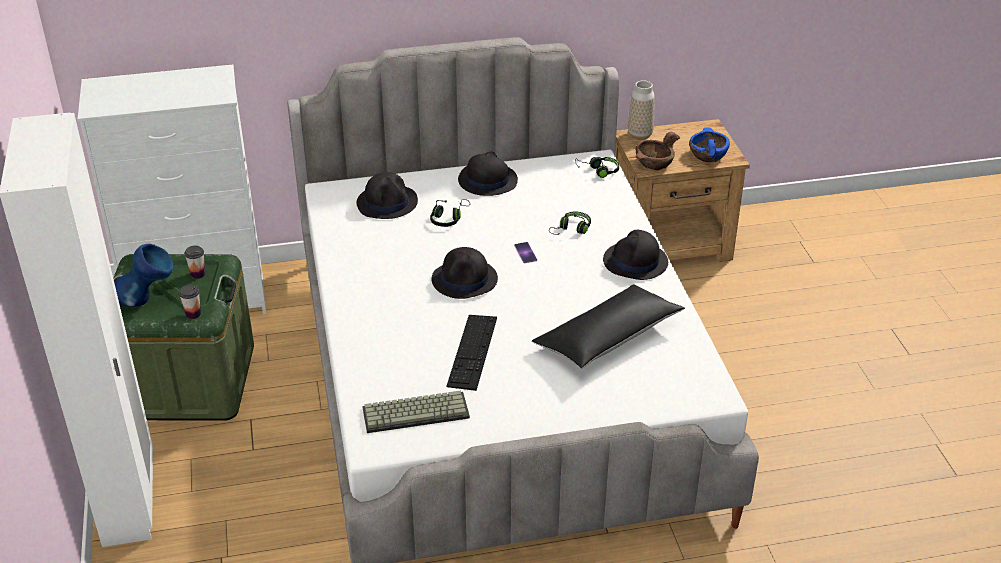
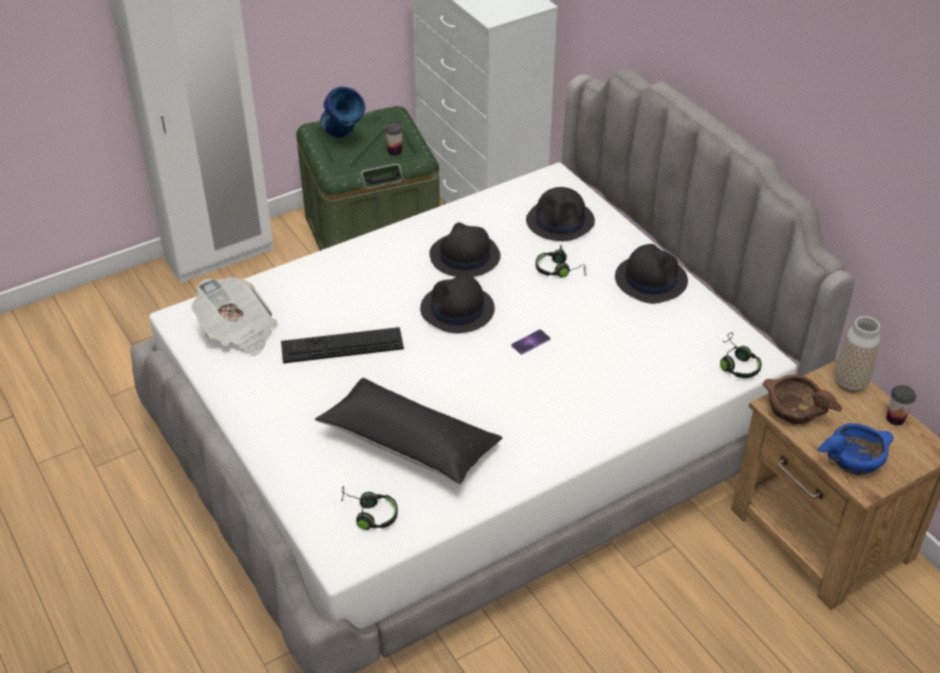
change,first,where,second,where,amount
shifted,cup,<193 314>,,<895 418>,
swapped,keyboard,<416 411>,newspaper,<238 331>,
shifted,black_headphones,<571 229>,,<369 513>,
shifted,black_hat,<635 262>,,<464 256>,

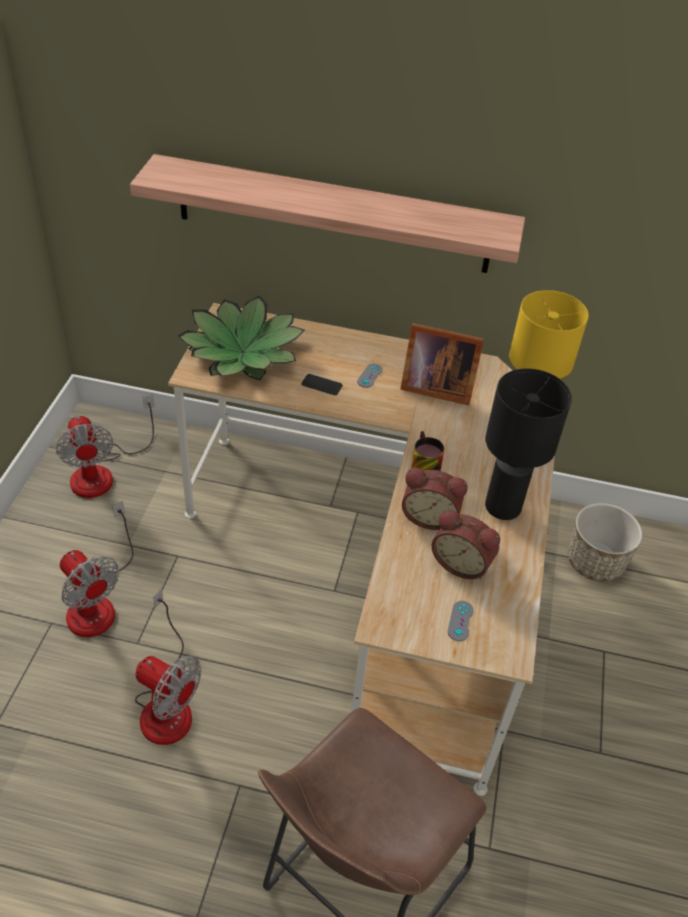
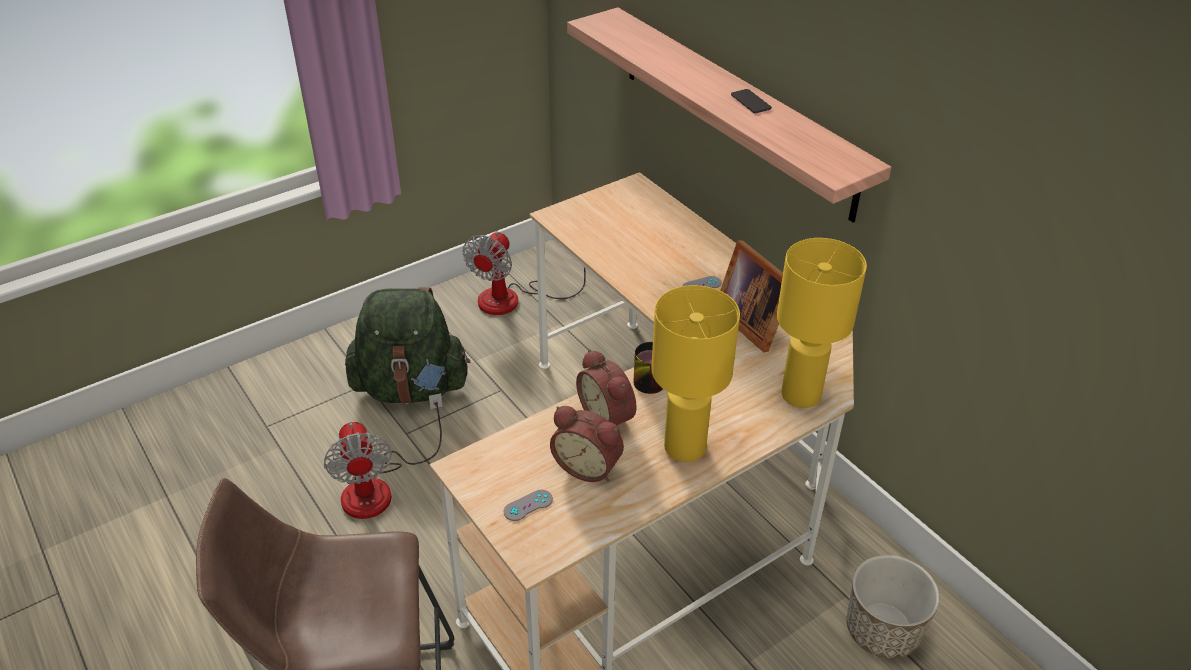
change,first,where,second,where,amount
swapped,fan,<97 601>,green_backpack,<411 388>,
gone,potted_plant,<242 352>,,,
shifted,phone,<321 385>,,<750 102>,
rotated,alarm_clock,<462 563>,,<588 466>,45 degrees counterclockwise
repainted,black_table_lamp,<502 506>,yellow_table_lamp,<685 446>,

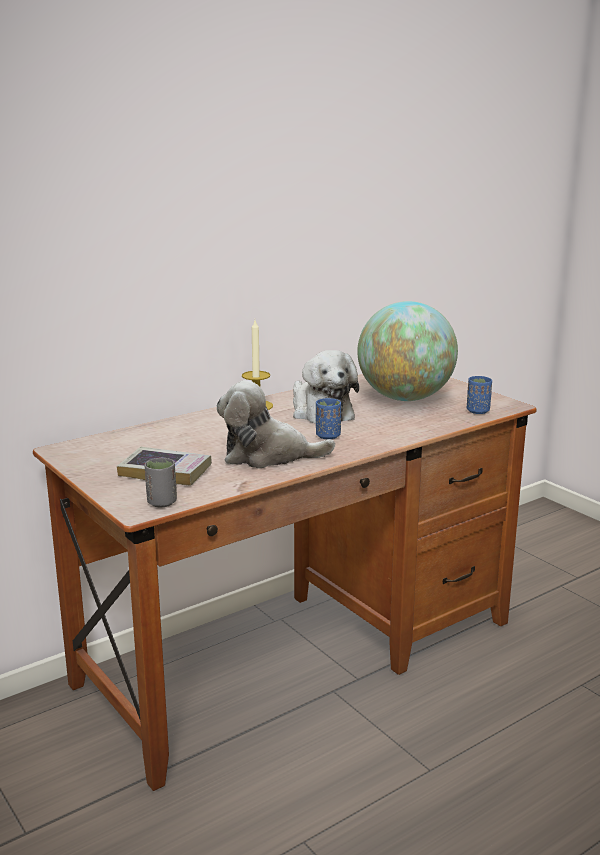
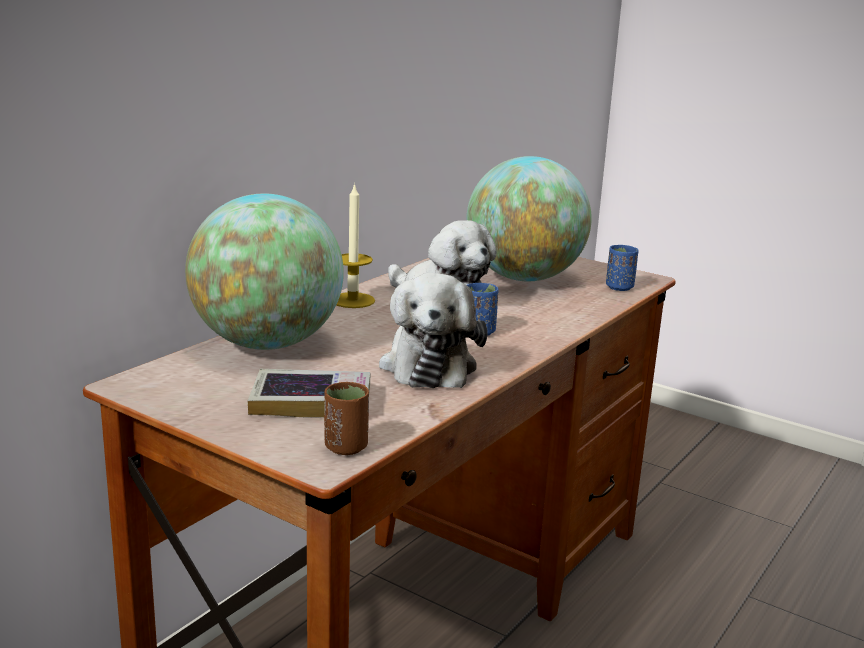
change,first,where,second,where,amount
repainted,grey_cup,<162 502>,brown_cup,<346 447>,
rotated,plush_toy,<268 456>,,<428 365>,75 degrees counterclockwise
new,,,globe,<266 344>,

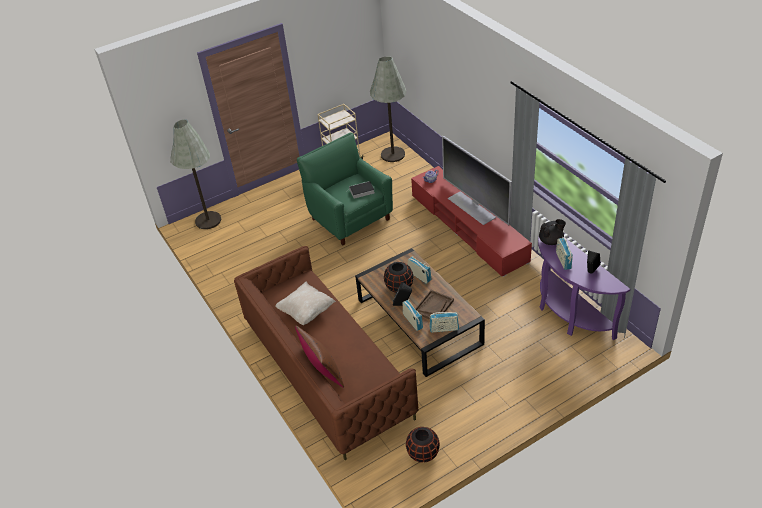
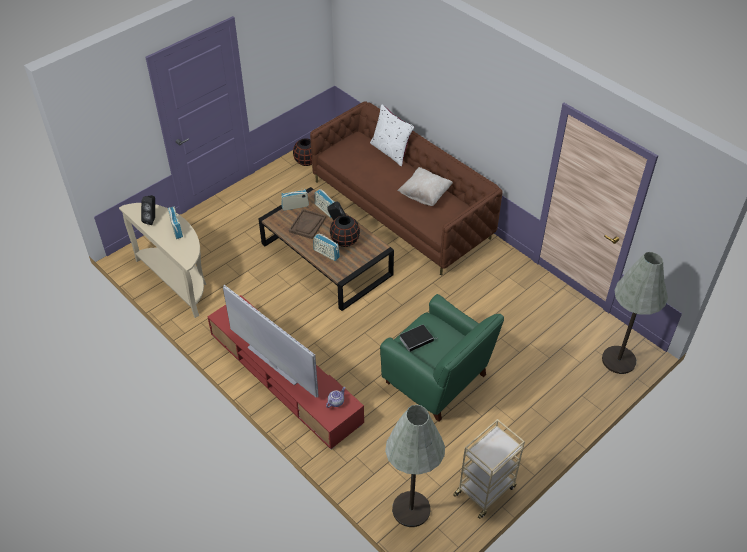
change,first,where,second,where,amount
repainted,brown_pillow,<322 372>,white_pillow,<391 151>,
repainted,purple_console_table,<568 313>,beige_console_table,<177 281>,
gone,black_teapot,<551 241>,,,

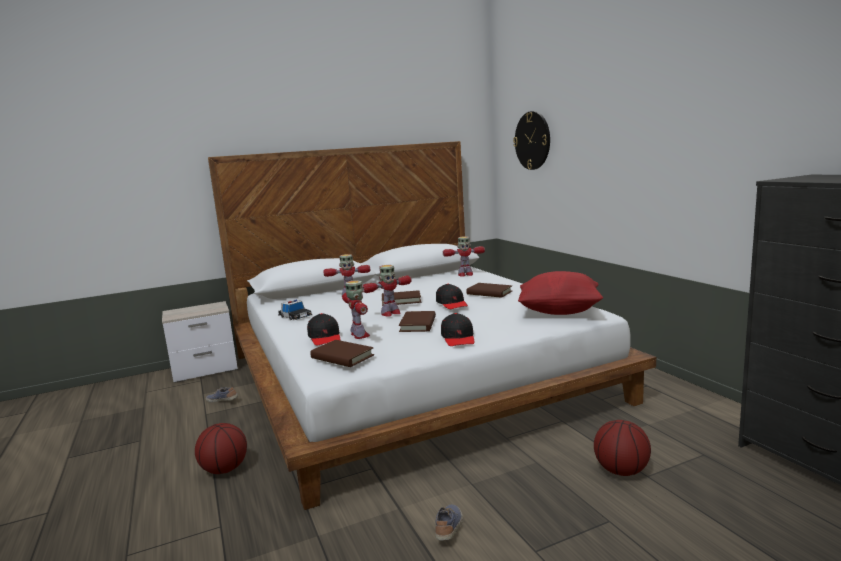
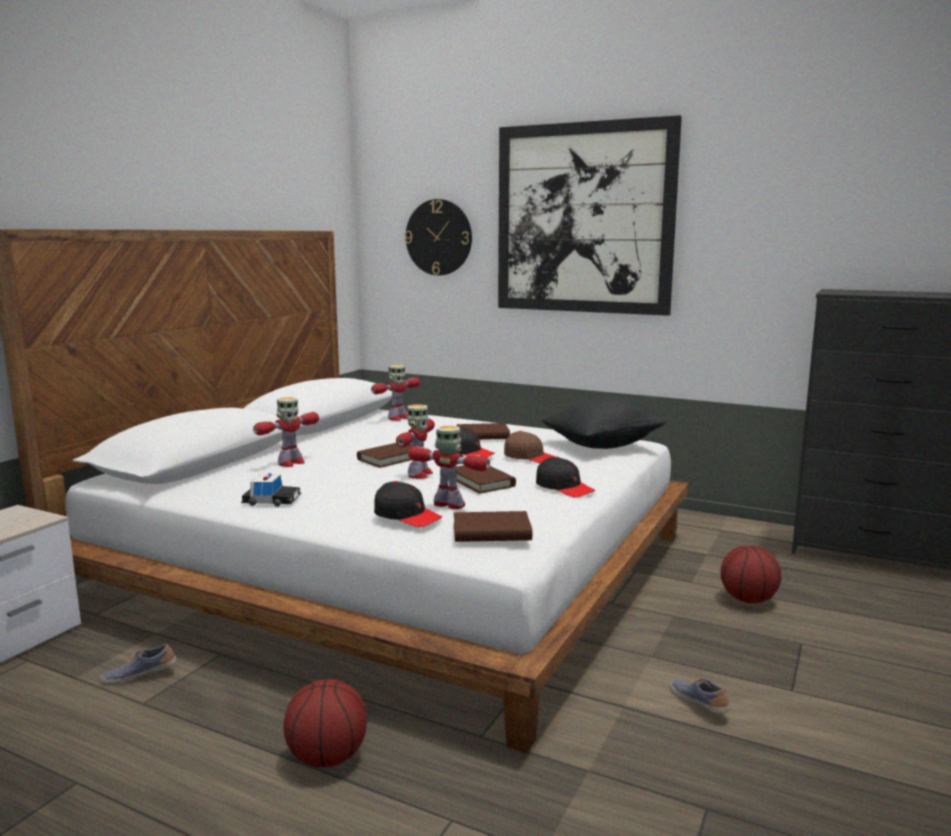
change,first,where,second,where,amount
repainted,red_pillow,<559 311>,black_pillow,<602 445>,
new,,,picture,<584 219>,
new,,,brown_cap,<530 457>,

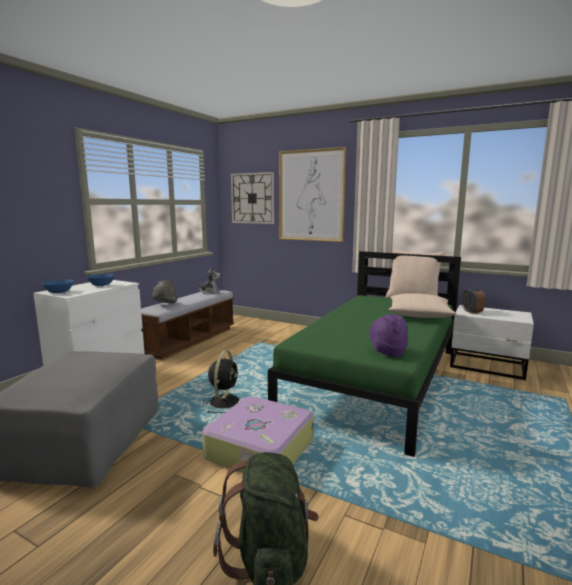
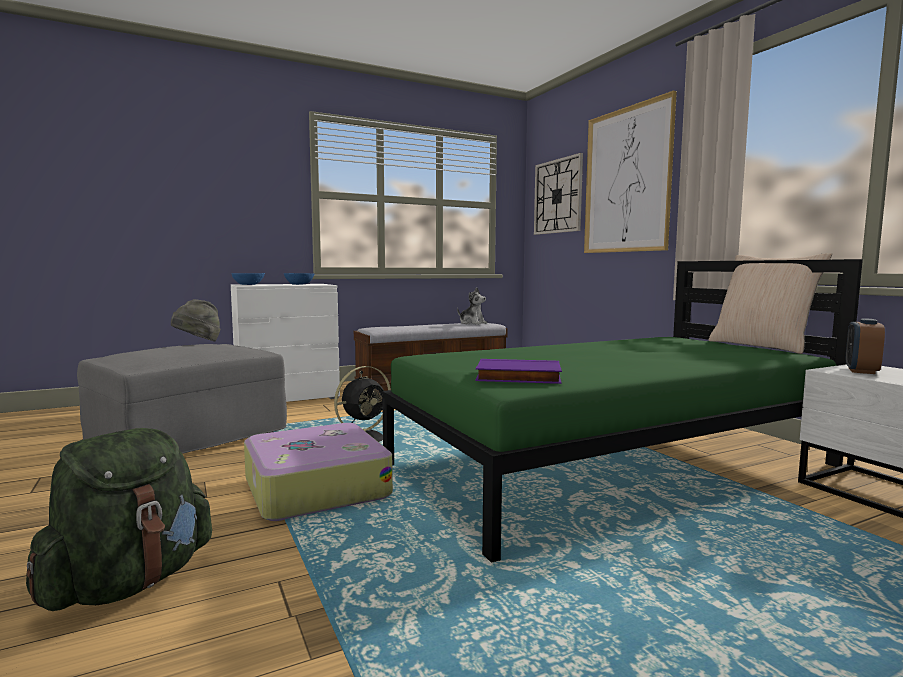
change,first,where,second,where,amount
shifted,grey_hat,<165 305>,,<197 342>,
swapped,purple_hat,<387 352>,purple_book,<517 377>,
gone,beige_pillow,<419 315>,,,

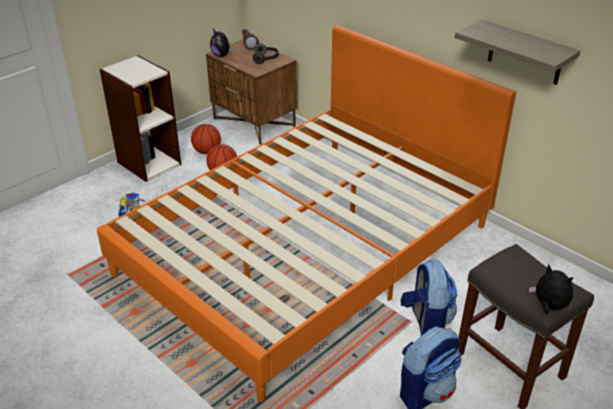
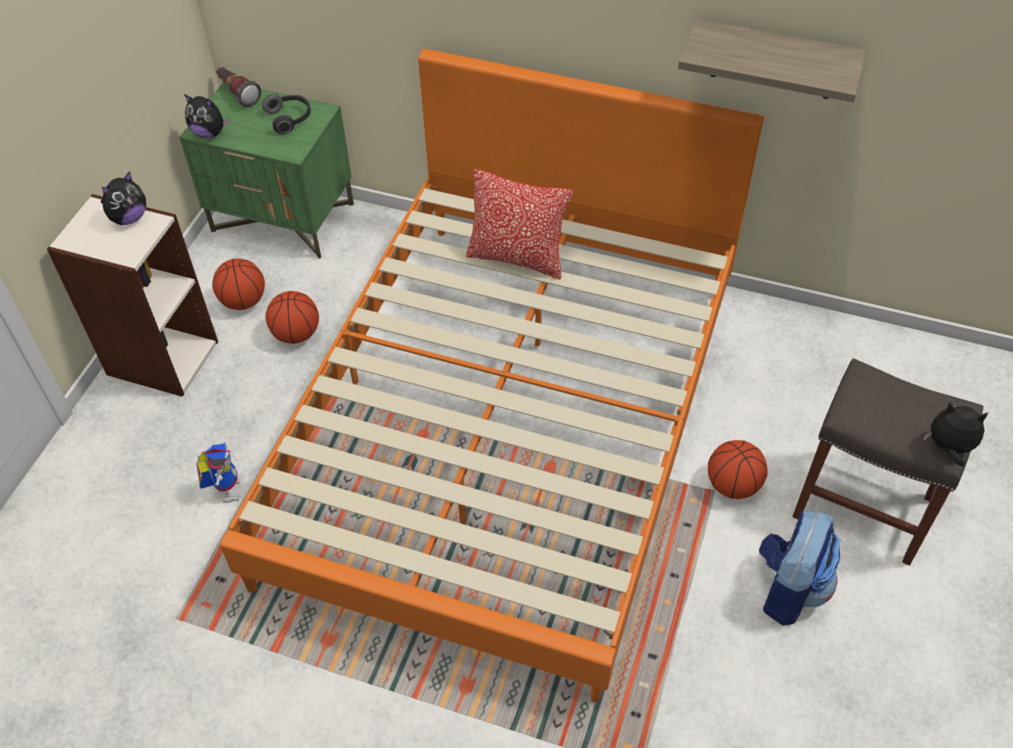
change,first,where,second,where,amount
repainted,brown_nightstand,<254 123>,green_nightstand,<284 218>,
swapped,backpack,<426 323>,basketball,<733 485>,
new,,,plush_toy,<129 218>,
new,,,pillow,<517 258>,

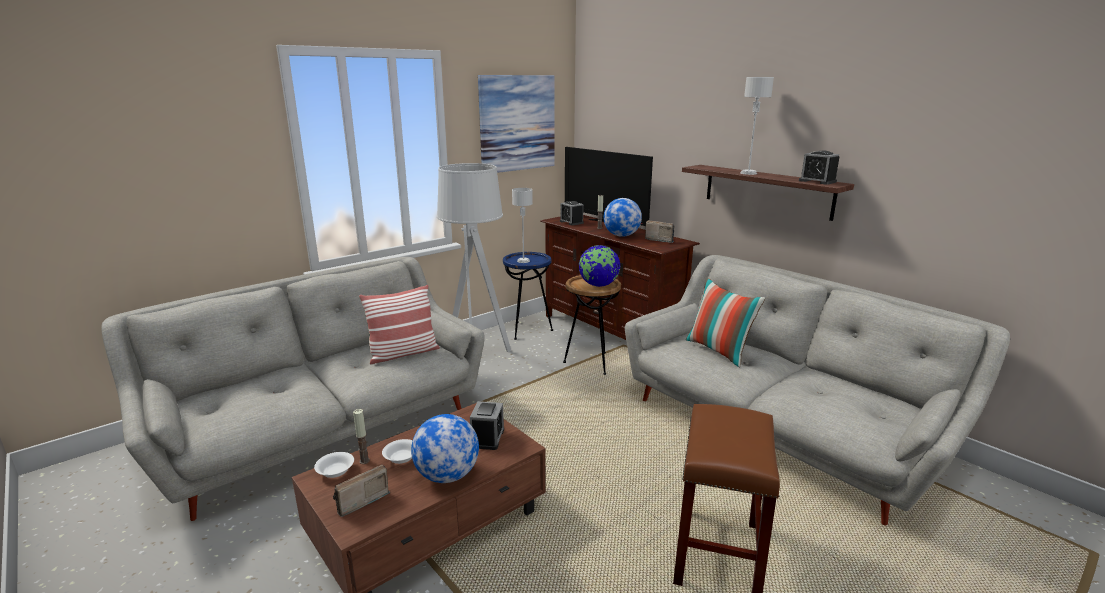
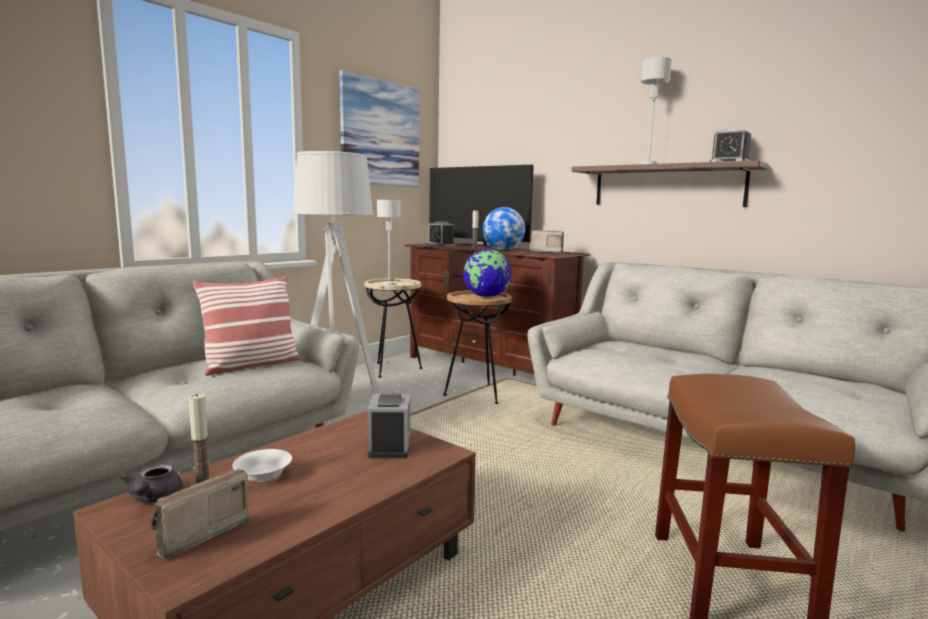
change,first,where,second,where,amount
swapped,white_bowl,<336 472>,grey_teapot,<154 499>,
gone,globe,<447 476>,,,
repainted,blue_side_table,<528 330>,beige_side_table,<393 369>,
gone,pillow,<719 351>,,,

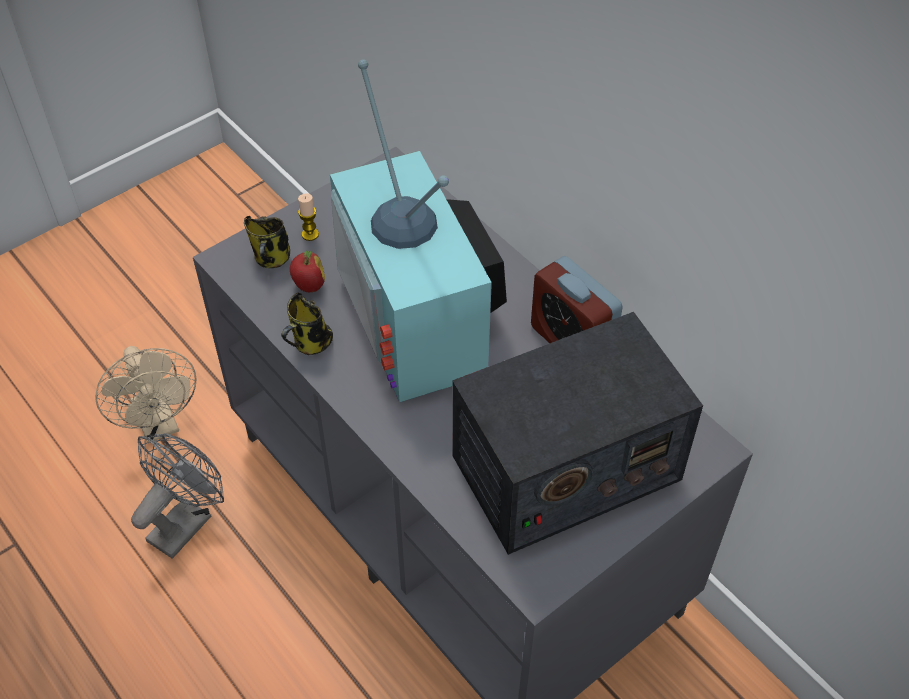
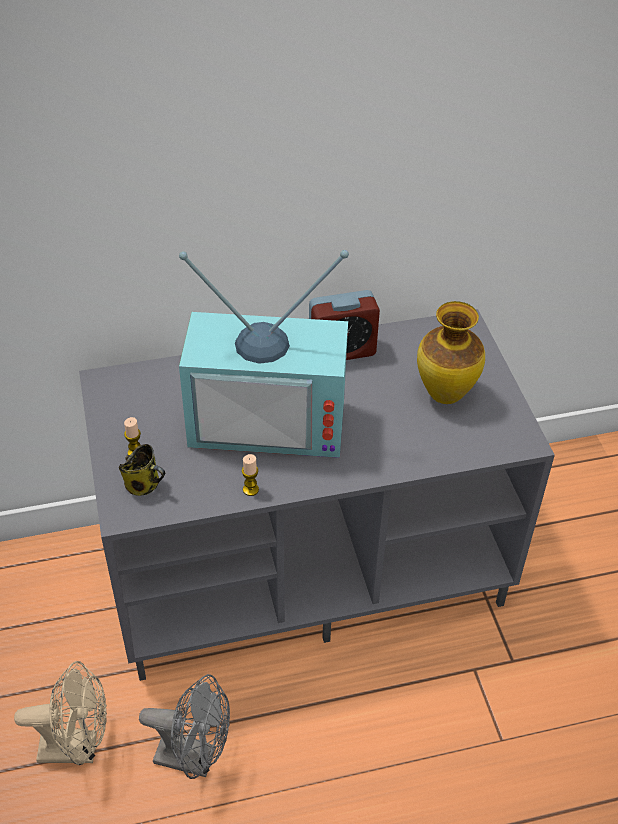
change,first,where,second,where,amount
rotated,grey_fan,<186 521>,,<195 757>,135 degrees clockwise
swapped,mug,<310 343>,candle,<250 489>,
gone,apple,<309 286>,,,
swapped,radio,<565 468>,vase,<444 394>,

